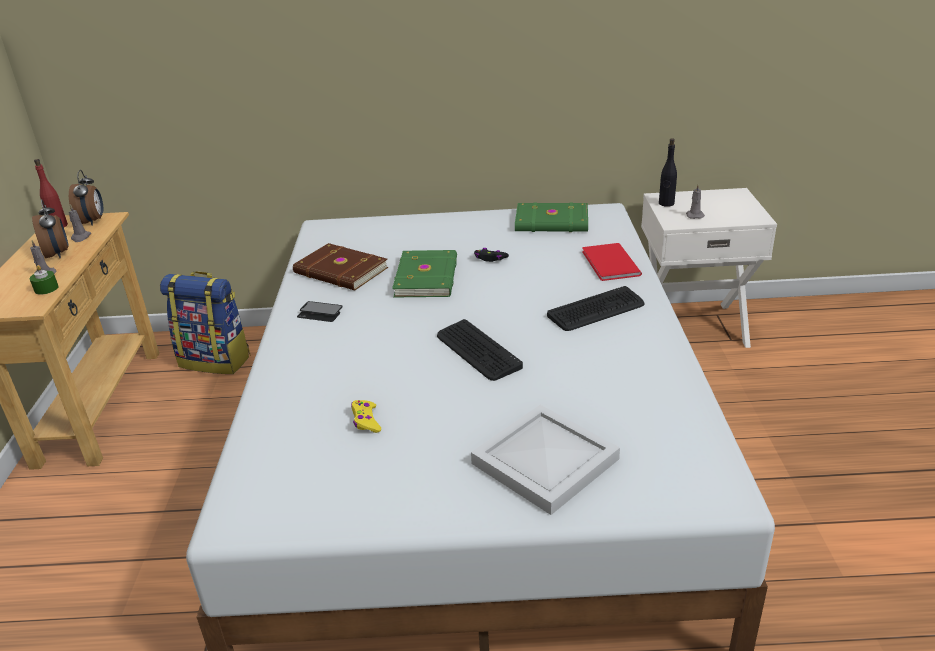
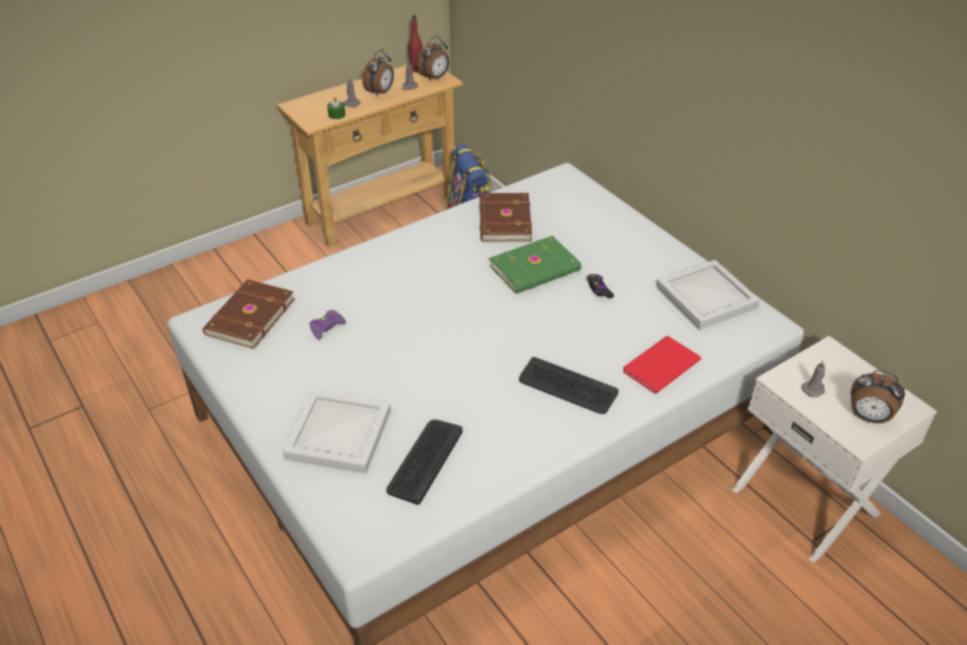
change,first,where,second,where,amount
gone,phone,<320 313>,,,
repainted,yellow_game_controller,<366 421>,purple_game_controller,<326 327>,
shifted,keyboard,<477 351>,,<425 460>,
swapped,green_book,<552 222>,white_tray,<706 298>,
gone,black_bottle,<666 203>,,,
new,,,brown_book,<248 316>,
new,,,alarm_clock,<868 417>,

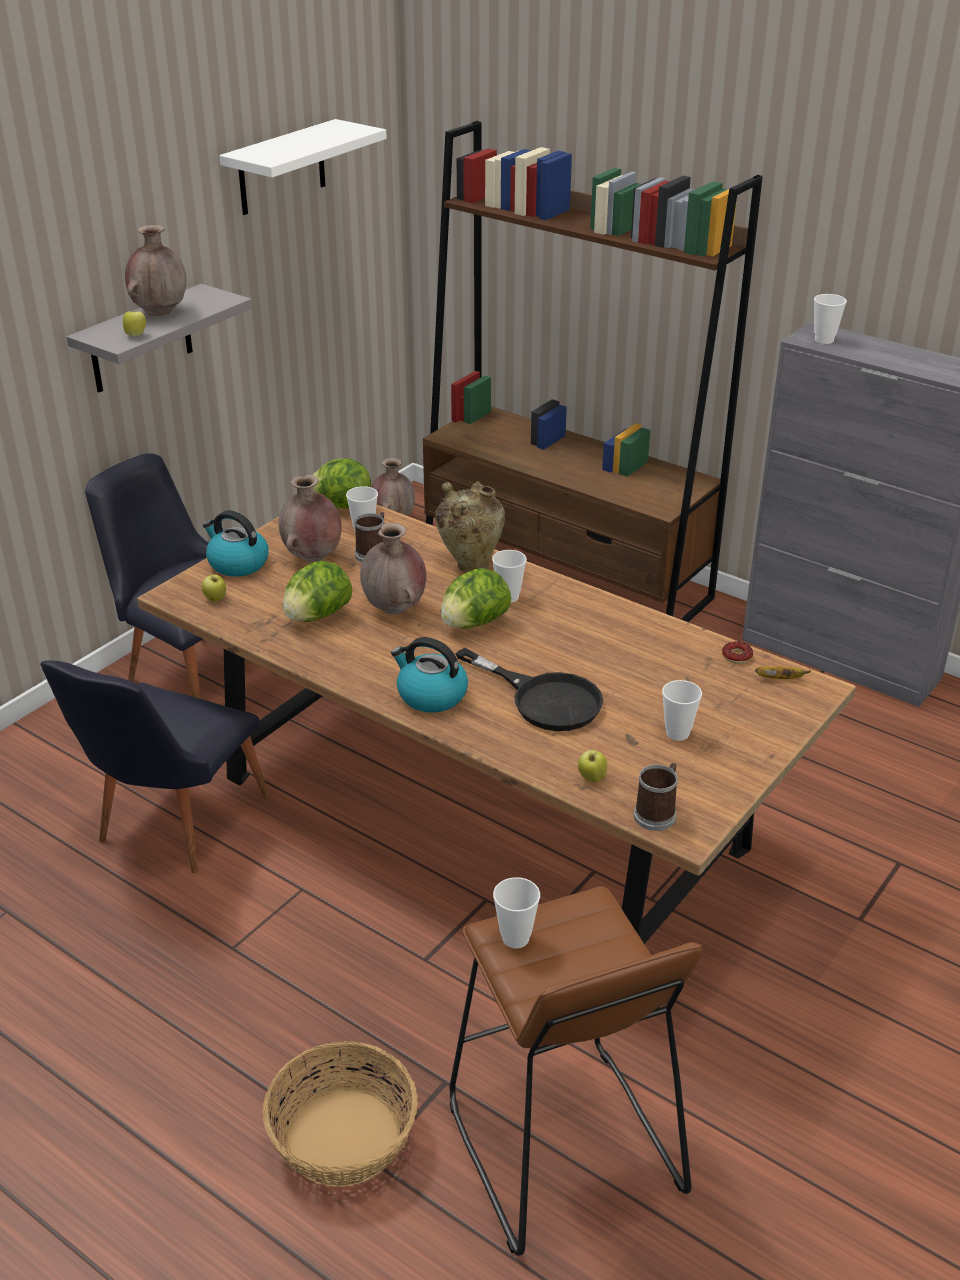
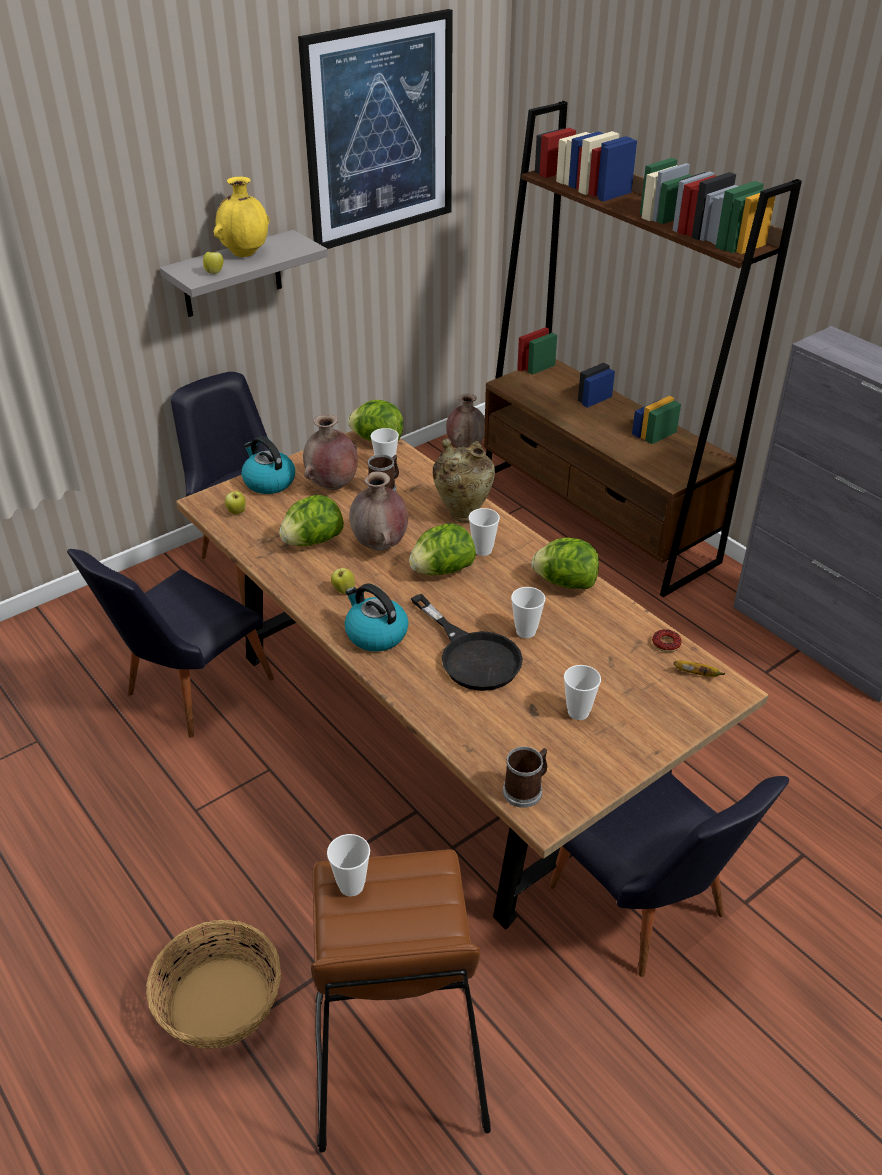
change,first,where,second,where,amount
repainted,brown_vase,<160 312>,yellow_vase,<245 253>,
swapped,white_shelf,<282 168>,picture,<380 131>,
shifted,apple,<591 778>,,<343 590>,
shifted,cup,<824 340>,,<526 631>,
new,,,lettuce,<565 583>,
new,,,black_chair,<647 913>,

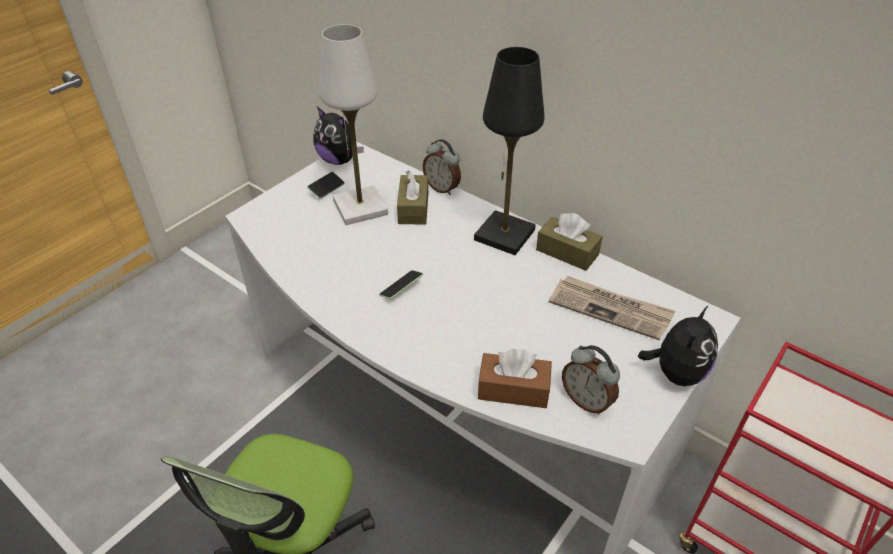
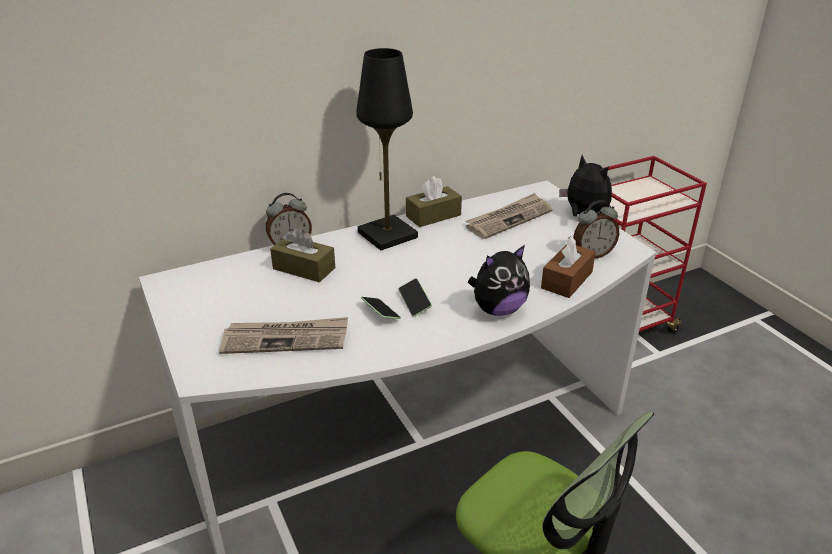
change,first,where,second,where,amount
shifted,phone,<326 189>,,<380 313>,
shifted,plush_toy,<339 160>,,<498 309>,
gone,white_table_lamp,<360 208>,,,
new,,,newspaper,<286 339>,

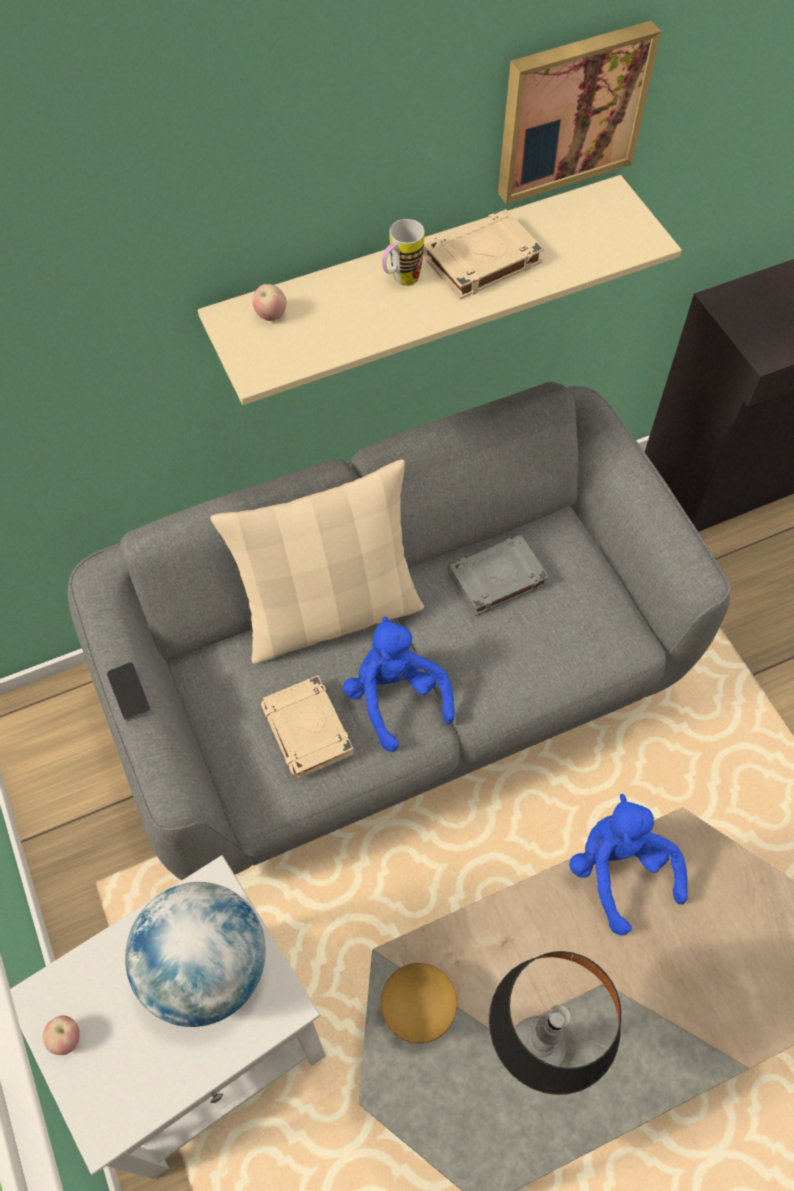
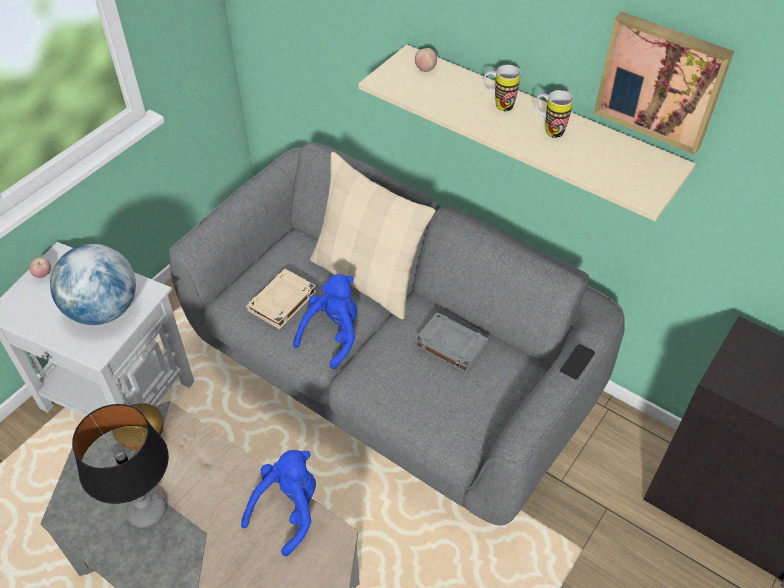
change,first,where,second,where,amount
shifted,phone,<129 692>,,<577 363>,
swapped,beige_book,<481 261>,mug,<548 130>,

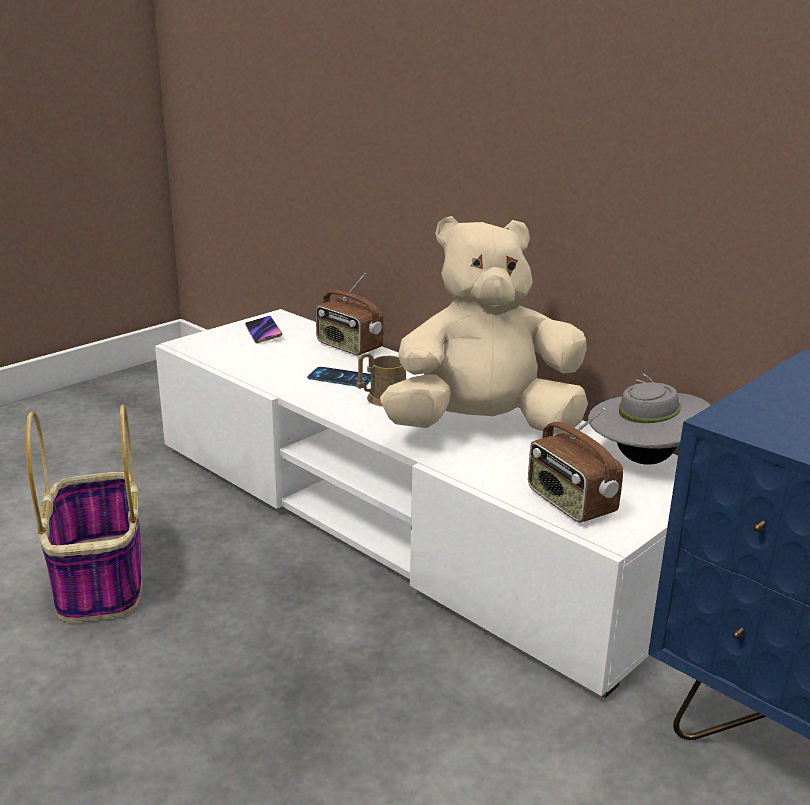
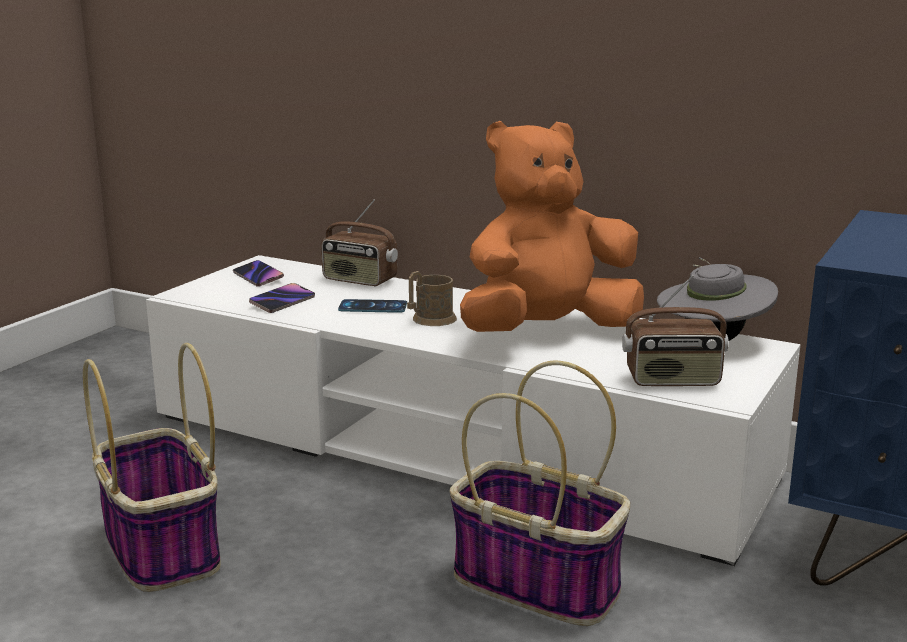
change,first,where,second,where,amount
repainted,beige_plush_toy,<483 427>,orange_plush_toy,<547 332>,
rotated,radio,<569 503>,,<673 381>,45 degrees counterclockwise
new,,,phone,<282 302>,
new,,,basket,<540 583>,

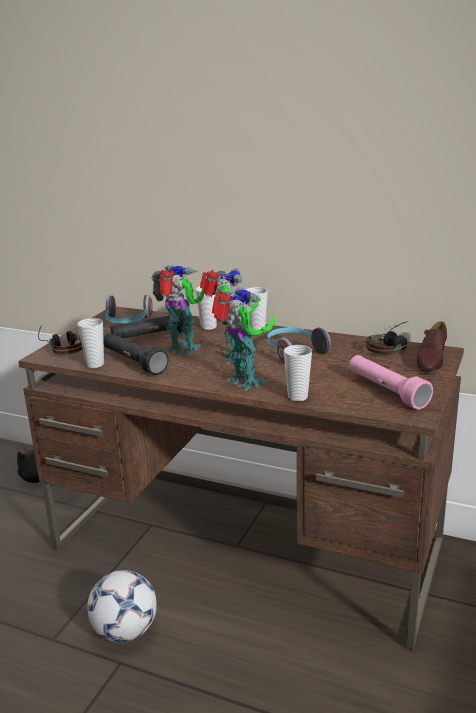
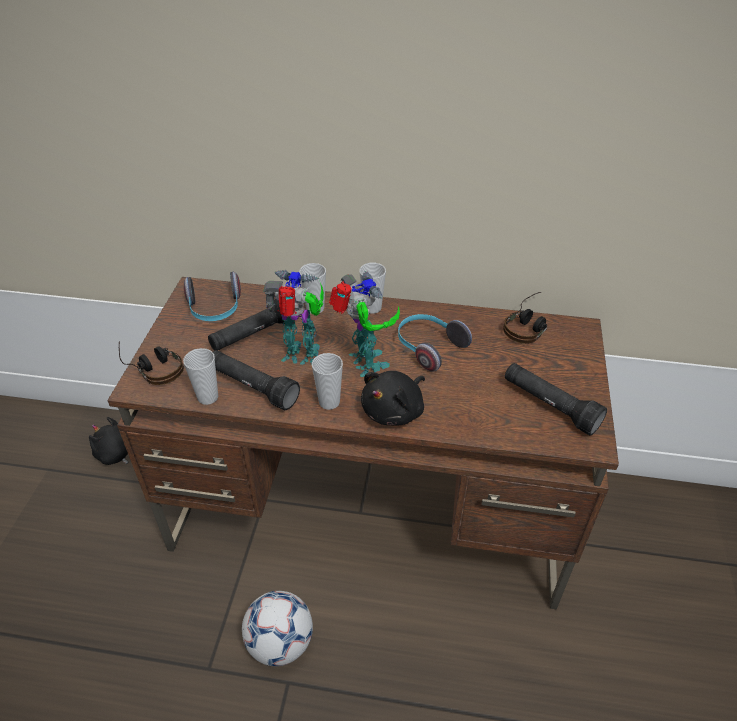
change,first,where,second,where,amount
swapped,toy_robot,<244 383>,black_plush_toy,<395 411>,
shifted,cup,<298 397>,,<329 402>,
repainted,pink_flashlight,<386 391>,black_flashlight,<549 406>,
gone,brown_shoe,<431 360>,,,

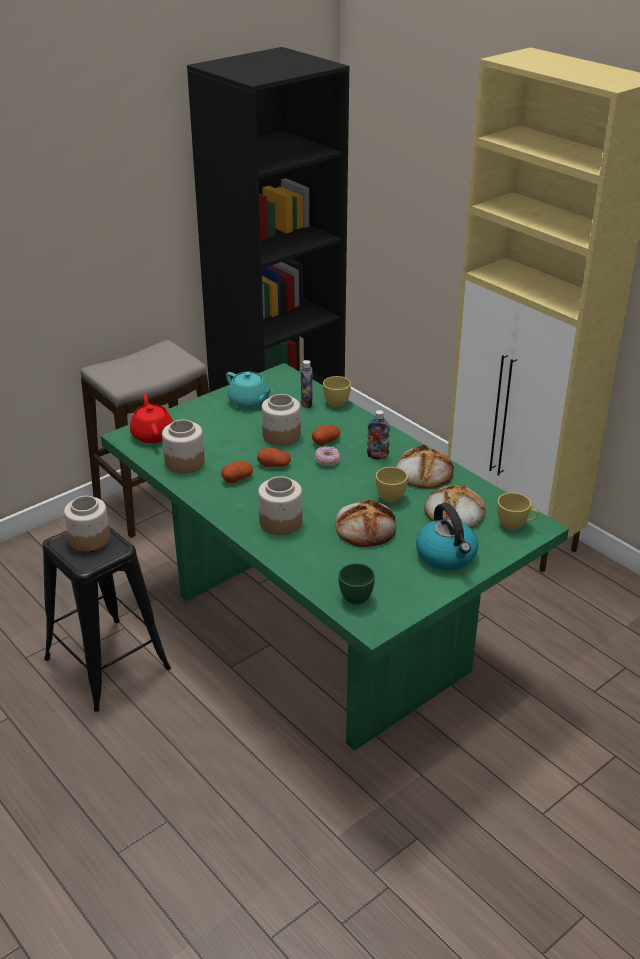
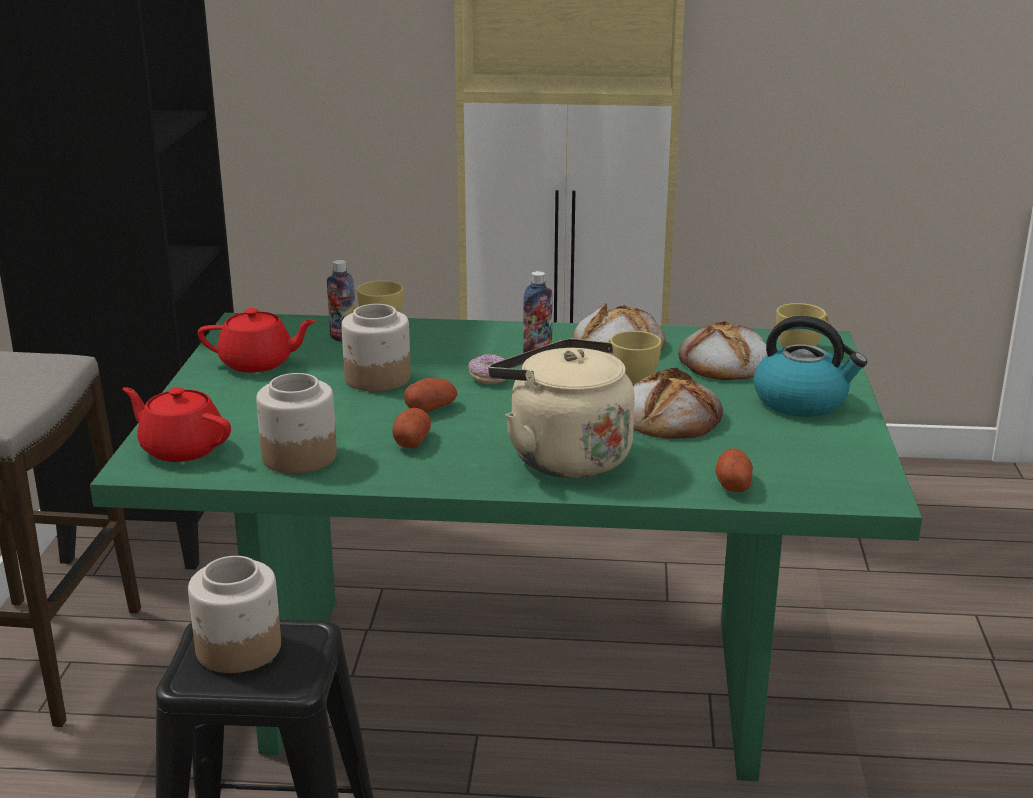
change,first,where,second,where,amount
repainted,turquoise_teapot,<249 401>,red_teapot,<258 363>,
swapped,jar,<281 522>,beige_kettle,<563 456>,
shifted,potato,<326 441>,,<733 484>,
gone,green_cup,<357 595>,,,

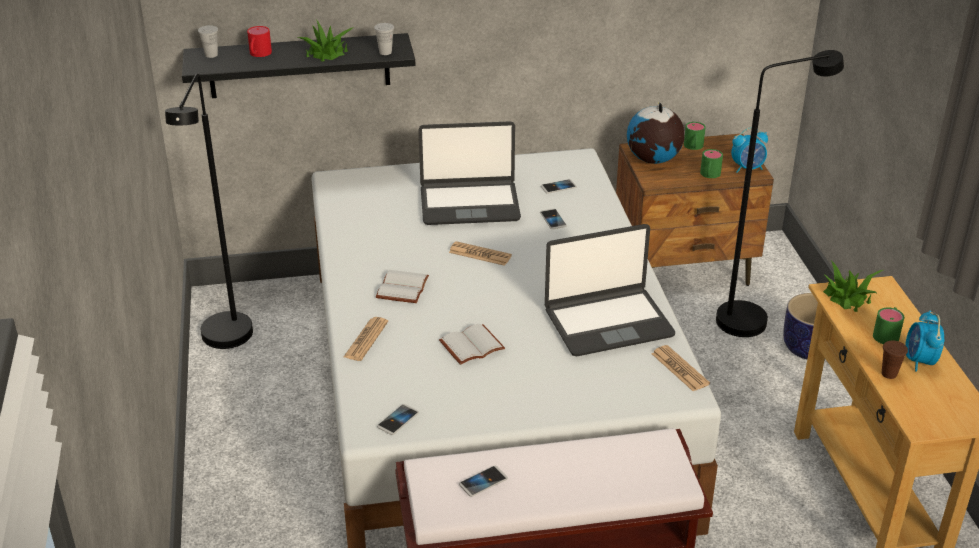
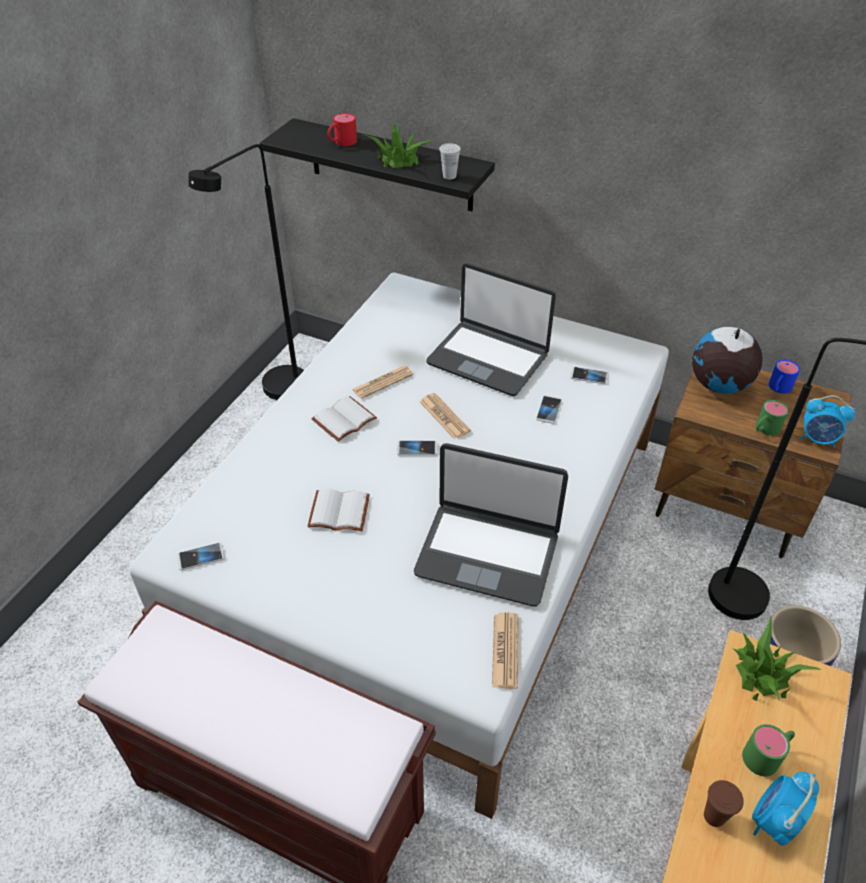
change,first,where,second,where,amount
gone,white_cup,<211 55>,,,
shifted,newspaper,<366 339>,,<382 382>,
shifted,phone,<483 482>,,<417 449>,
repainted,green_mug,<693 147>,blue_mug,<778 389>,

